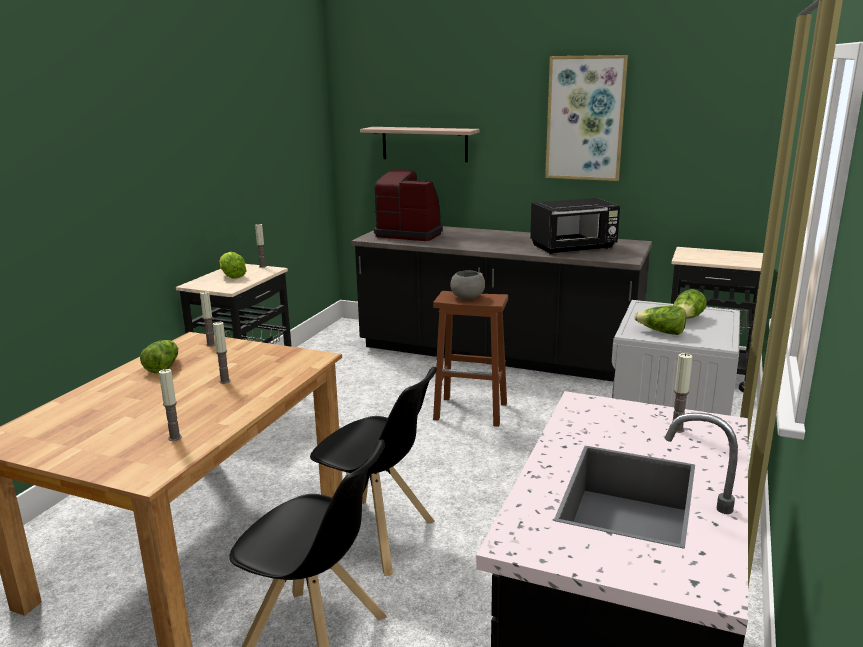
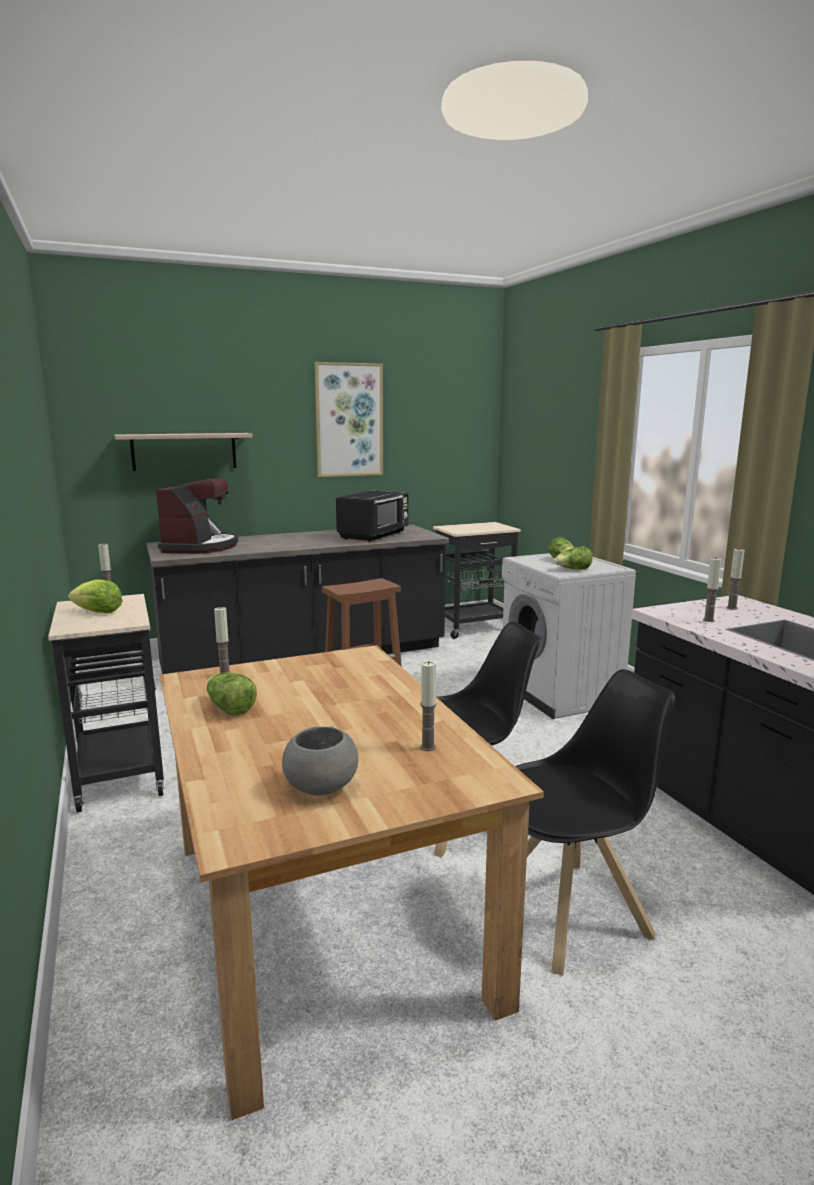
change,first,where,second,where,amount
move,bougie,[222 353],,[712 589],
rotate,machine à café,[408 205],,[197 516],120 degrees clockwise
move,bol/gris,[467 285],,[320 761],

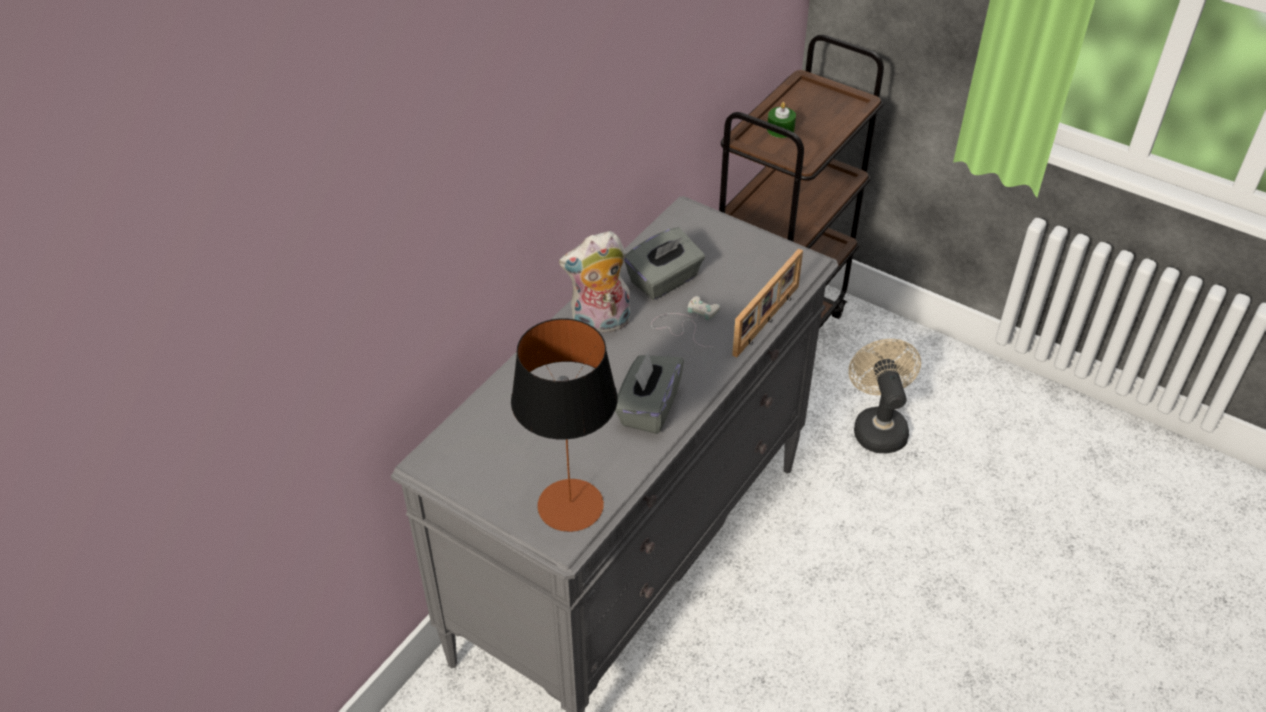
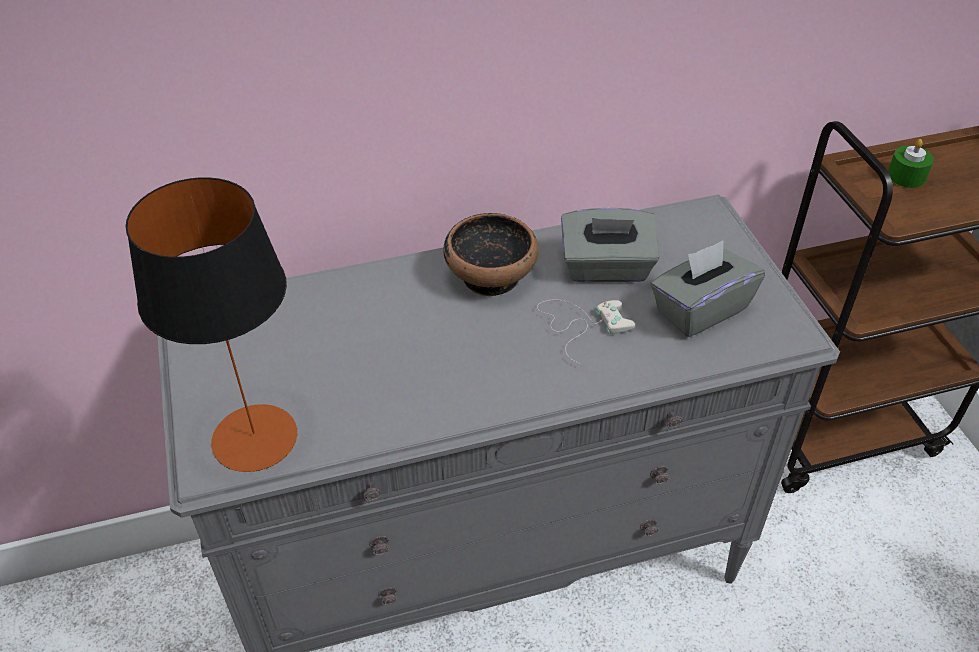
change,first,where,second,where,amount
replace,peluche,[594 281],bol,[491 254],
move,boîte à mouchoirs/gris,[649 393],,[708 289],
delete,cadre photo,[767 303],,,
delete,ventilateur/beige,[885 396],,,

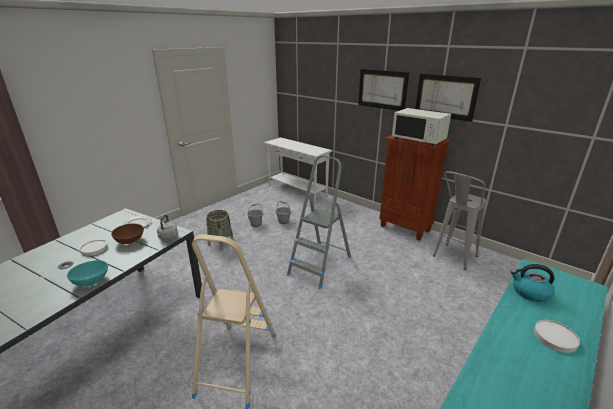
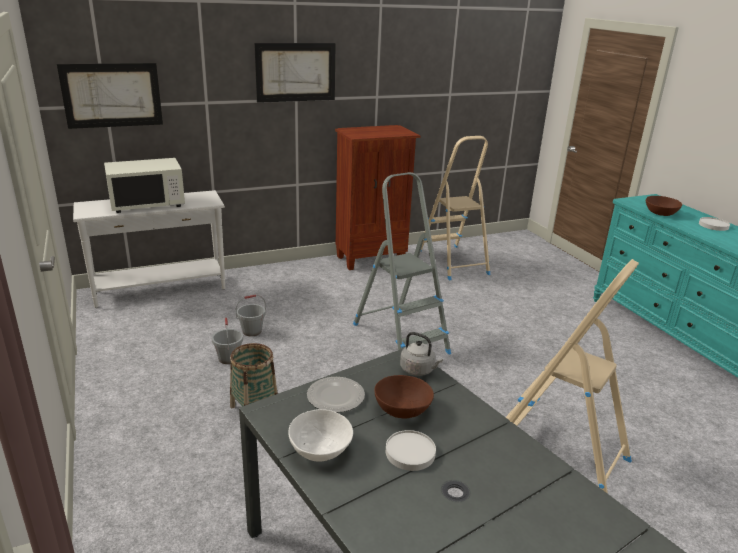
change,first,where,second,where,amount
delete,bol/turquoise,[87 273],,,
move,micro-ondes/blanc,[421 127],,[144 185],
move,tableau,[448 98],,[110 96],
replace,tabouret/gris,[459 220],escabeau/beige,[455 208],
replace,bouilloire,[532 283],bol/marron,[664 206],
insert,,,bol/blanc,[320 435],

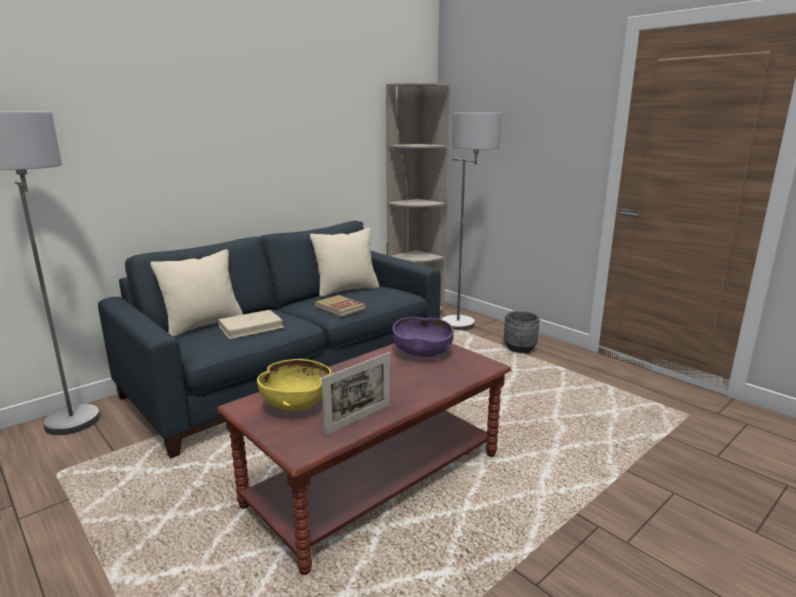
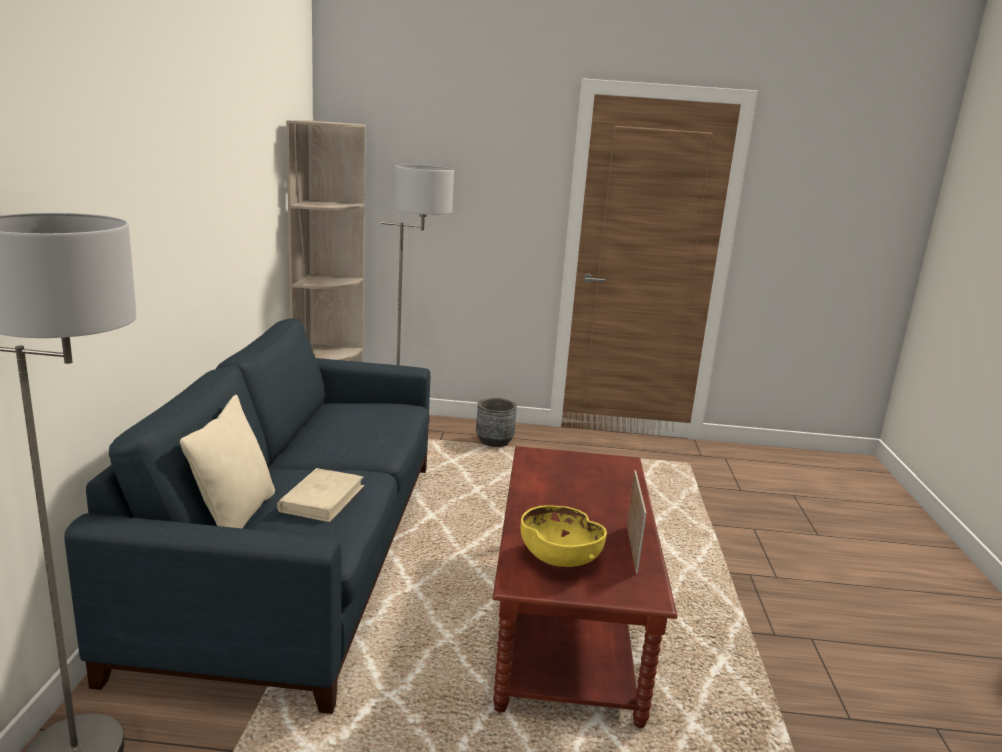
change,first,where,second,where,amount
delete,coussin/beige,[344 262],,,
delete,livre,[340 306],,,
delete,bol/violet,[423 337],,,

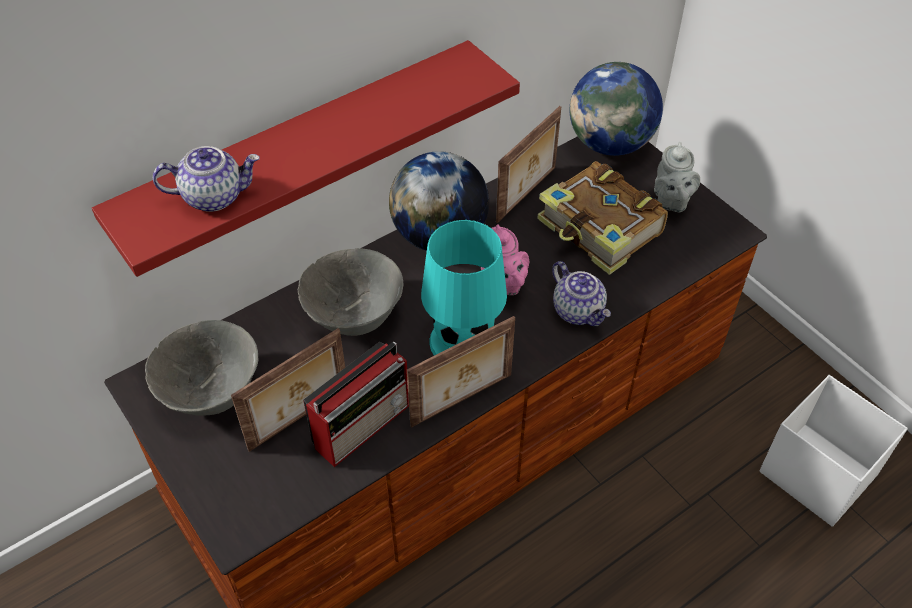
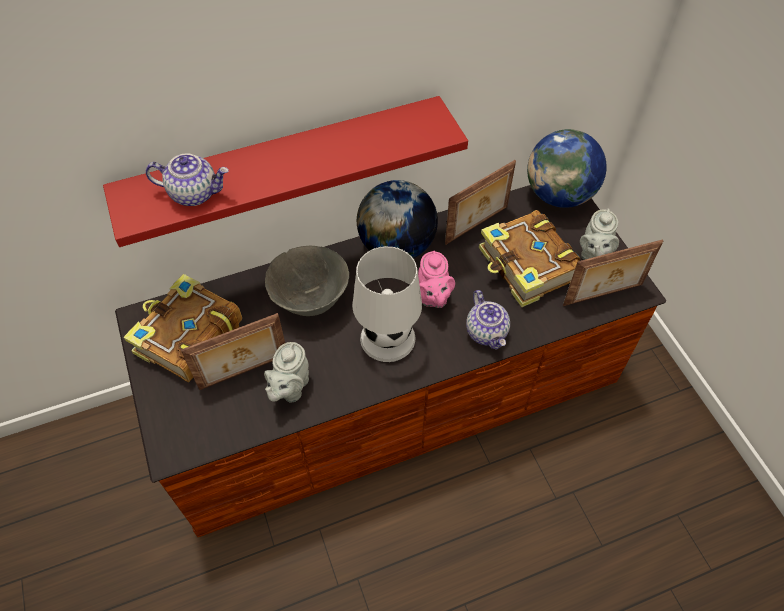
change,first,where,second,where,amount
replace,bol/gris,[201 368],livre,[183 328],
replace,radio,[356 404],théière/gris,[286 372],
move,cadre photo,[461 371],,[613 272],
recolor,lampe de table/turquoise,[464 288],lampe de table/blanc,[387 304],
delete,boîte de rangement/blanc,[834 450],,,

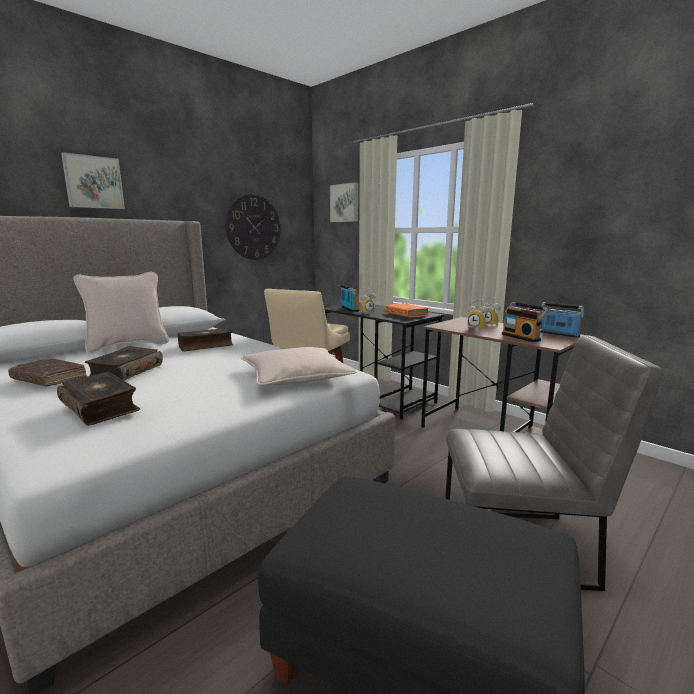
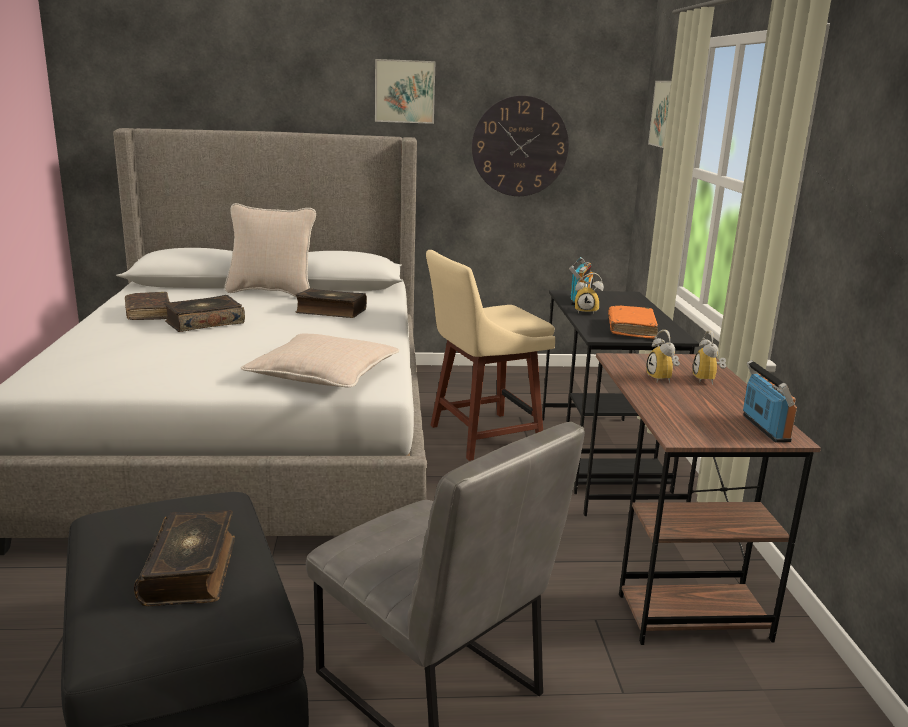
change,first,where,second,where,amount
move,livre,[98 399],,[184 558],
move,tableau,[93 180],,[405 91],
delete,radio,[525 322],,,

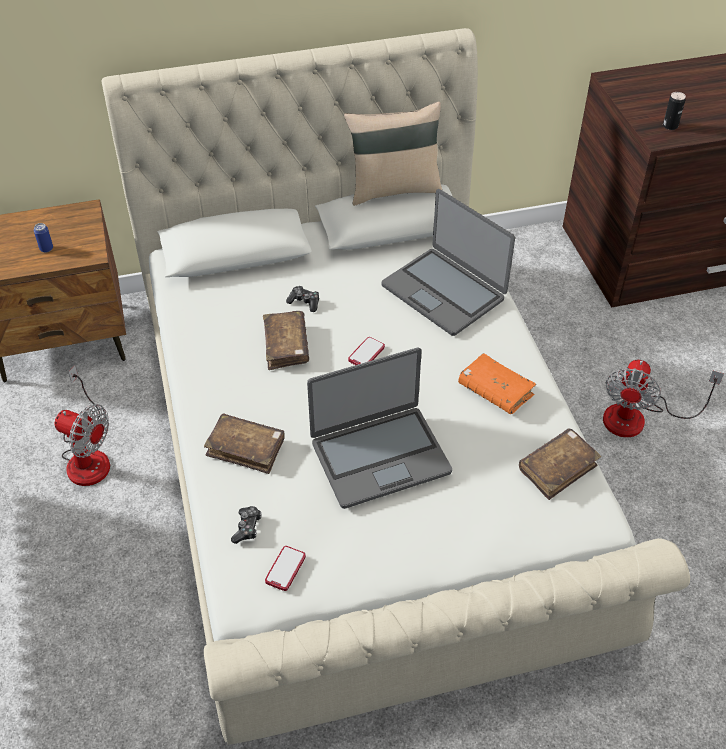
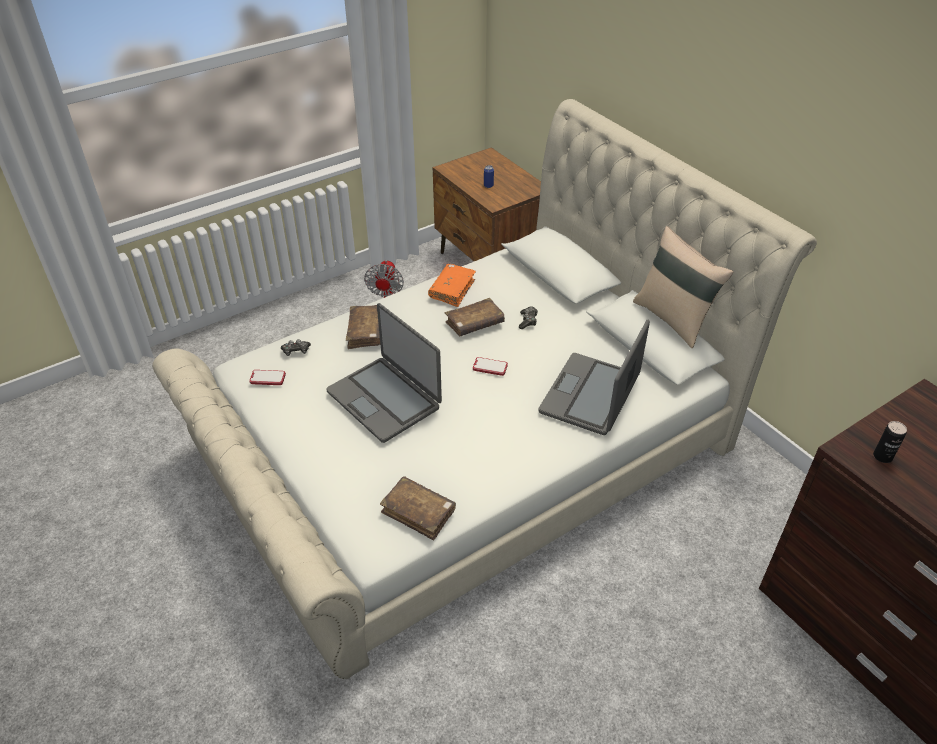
change,first,where,second,where,amount
move,livre/orange,[497 383],,[452 285],
delete,ventilateur,[663 398],,,

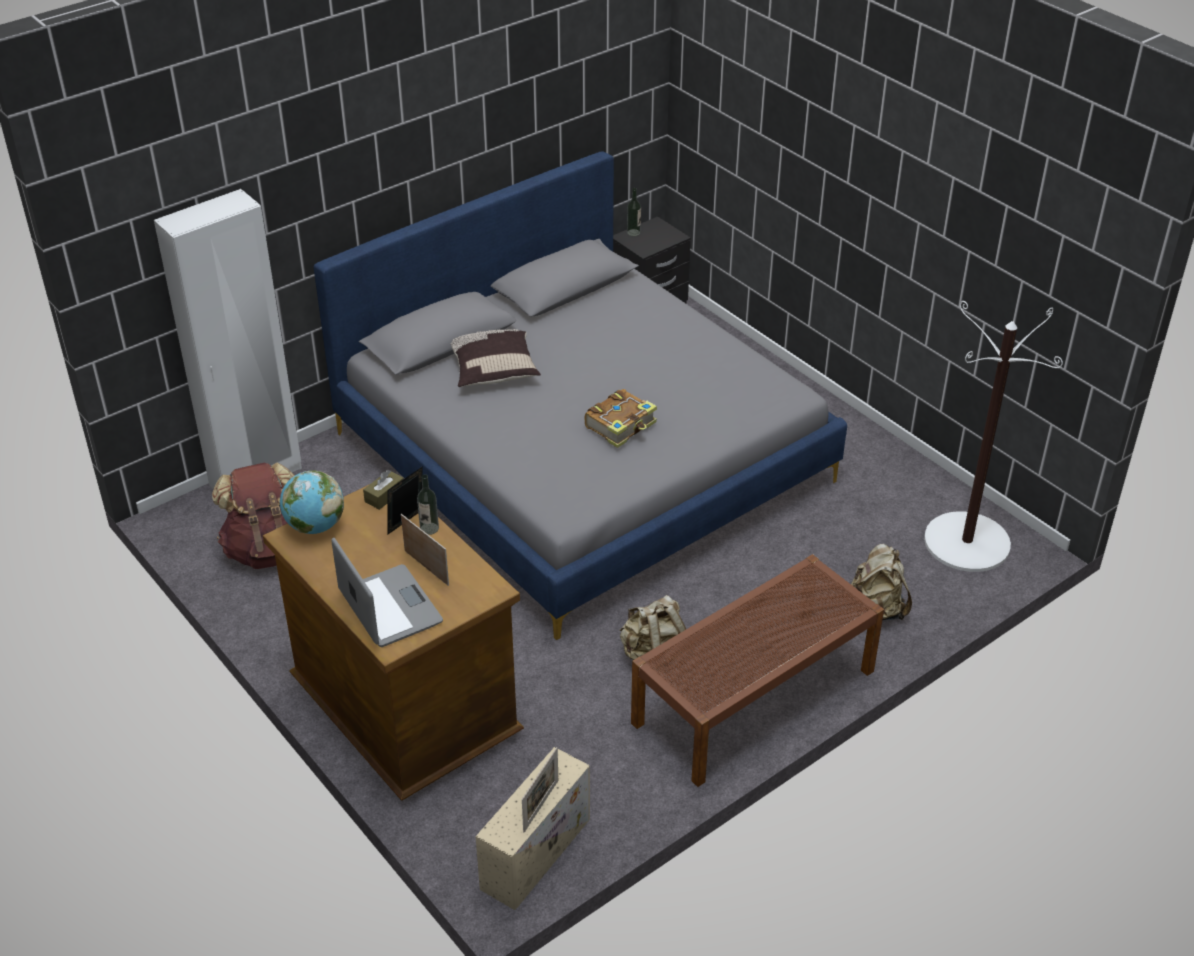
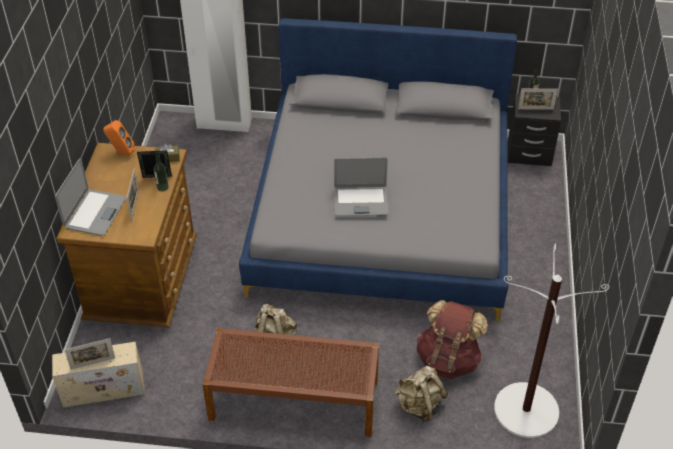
change,first,where,second,where,amount
move,sac à dos/marron,[253 515],,[452 339],
replace,globe,[312 502],enceinte/orange,[119 137],
delete,coussin,[496 358],,,
replace,livre,[621 418],ordinateur portable,[361 186],
insert,,,cadre photo,[538 99],

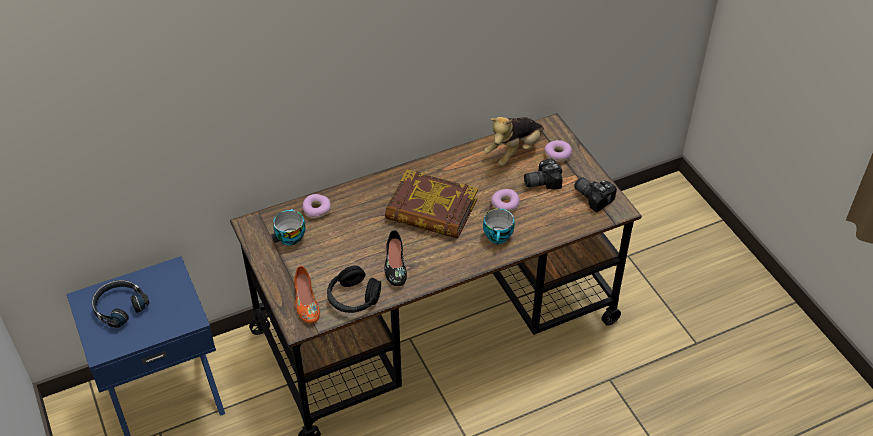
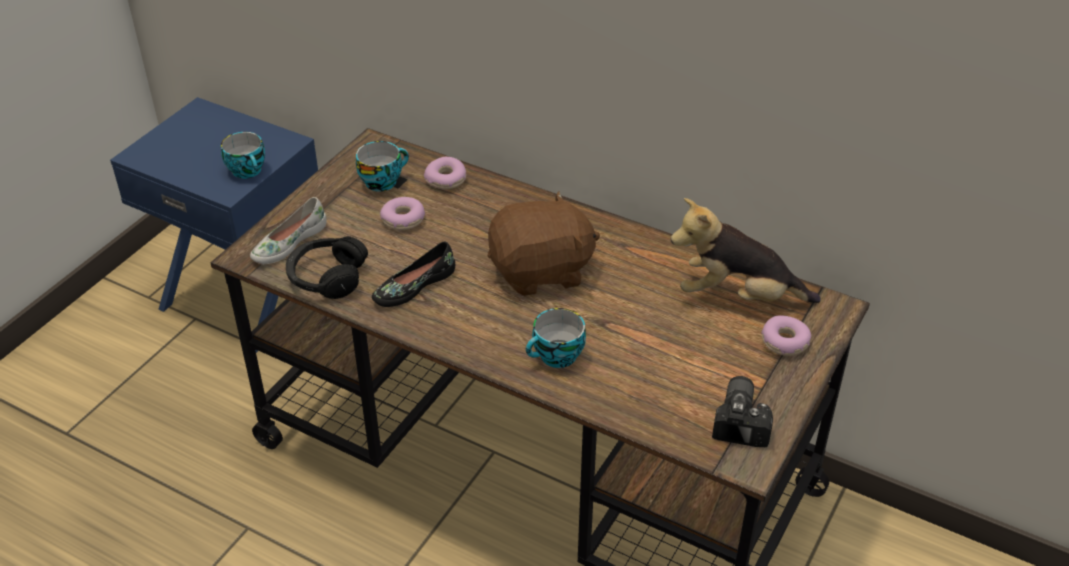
change,first,where,second,where,amount
delete,casque audio/noir,[121 304],,,
recolor,chaussure/orange,[307 294],chaussure/blanc,[288 230],
replace,livre,[431 204],peluche/marron,[544 243],
move,beignet,[505 200],,[402 213],
delete,appareil photo,[543 174],,,
insert,,,tasse,[243 155],

